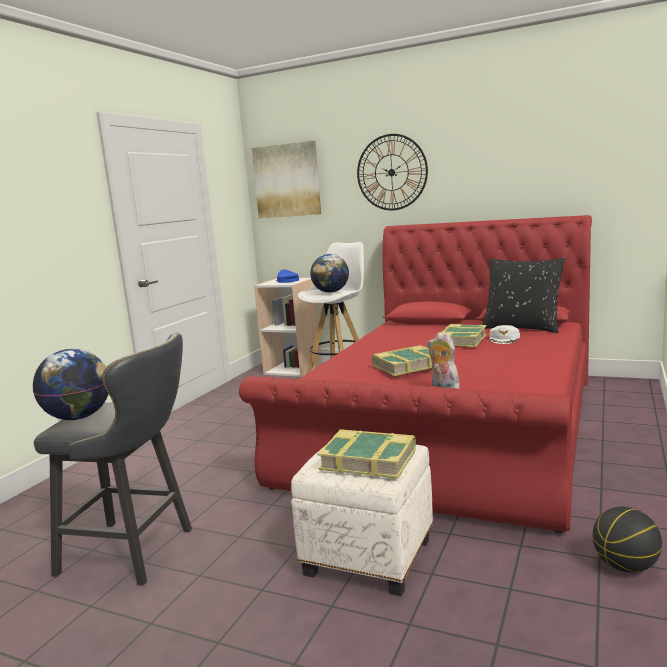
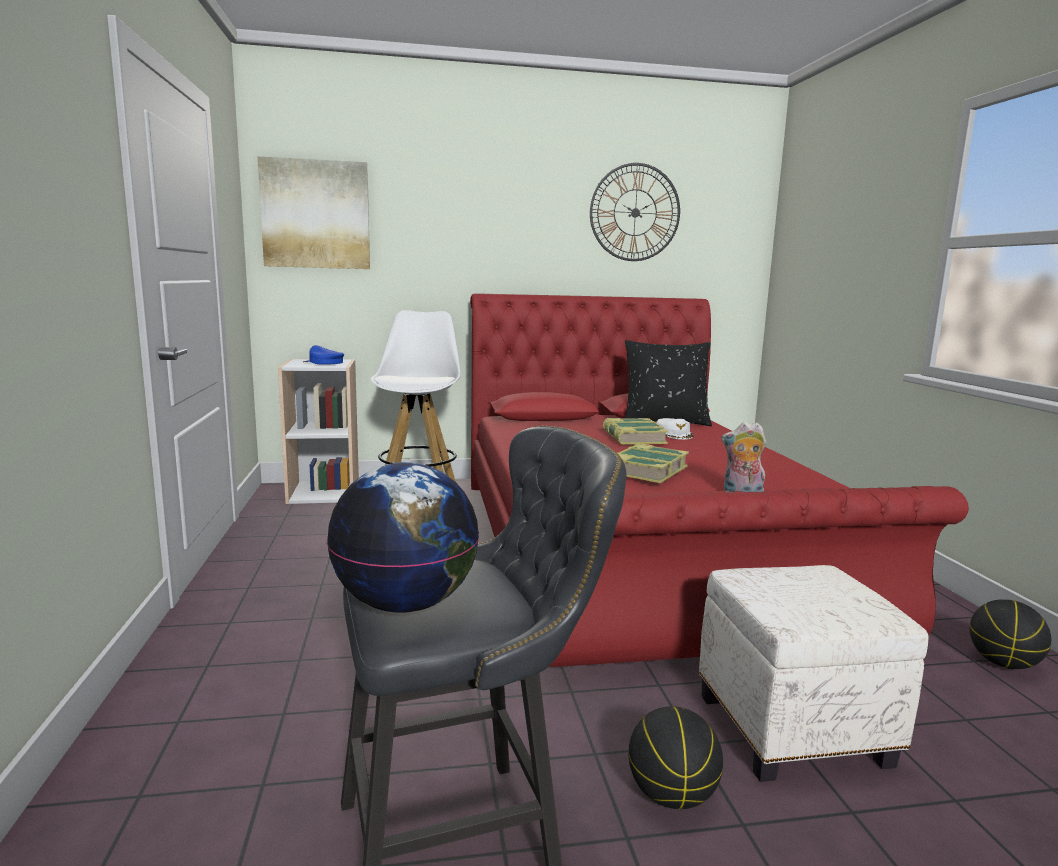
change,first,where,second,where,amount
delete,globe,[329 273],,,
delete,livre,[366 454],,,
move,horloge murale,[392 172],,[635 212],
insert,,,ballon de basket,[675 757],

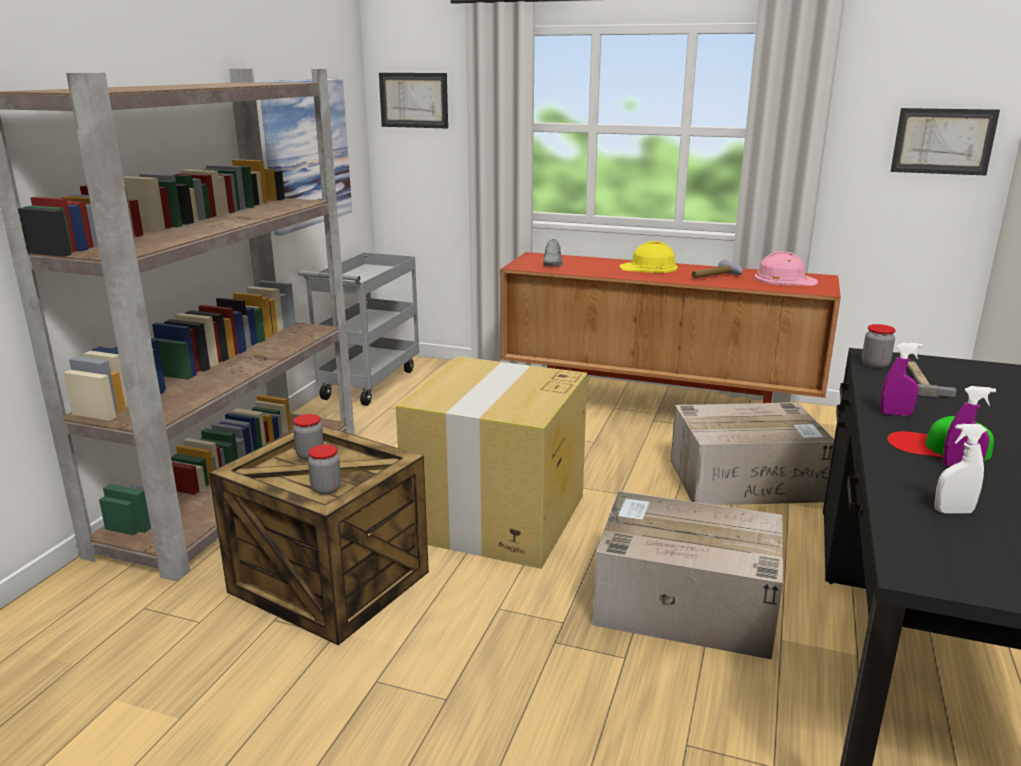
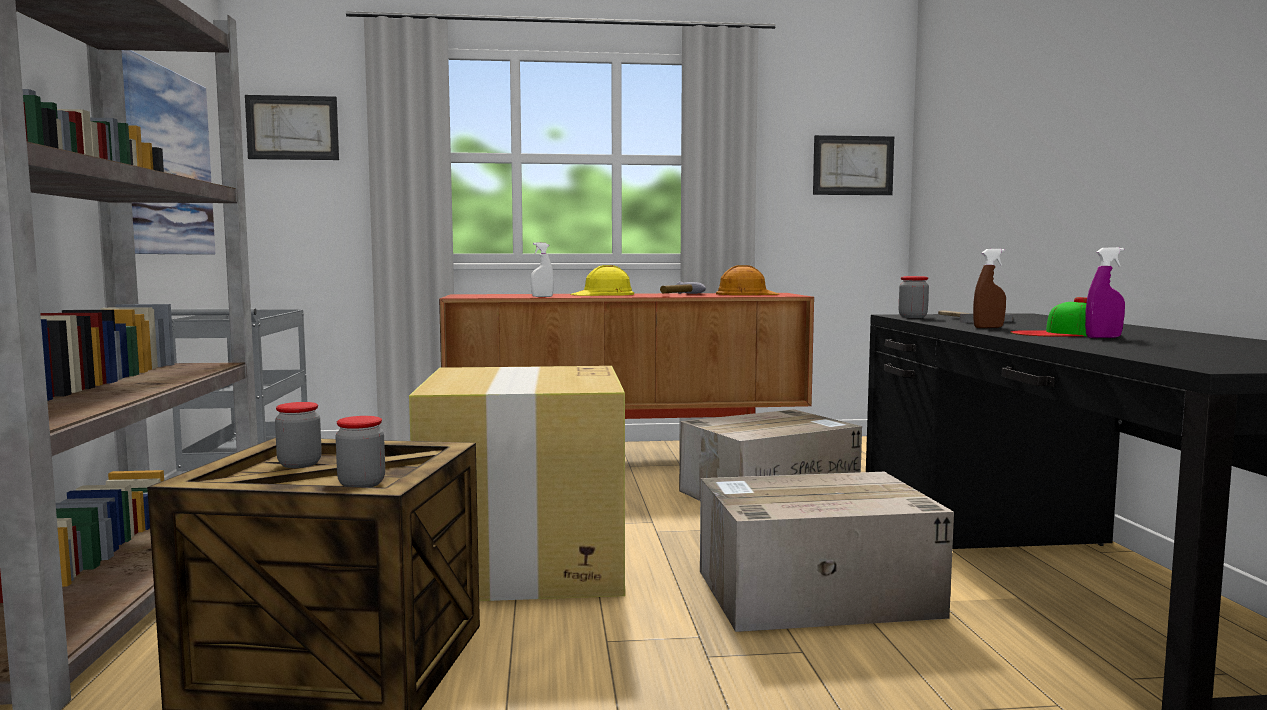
change,first,where,second,where,amount
delete,chaussure/gris,[553 252],,,
recolor,casque de chantier/rose,[786 268],casque de chantier/orange,[748 280],
recolor,vaporisateur/violet,[901 379],vaporisateur/marron,[989 288],
move,vaporisateur/blanc,[961 469],,[542 269],

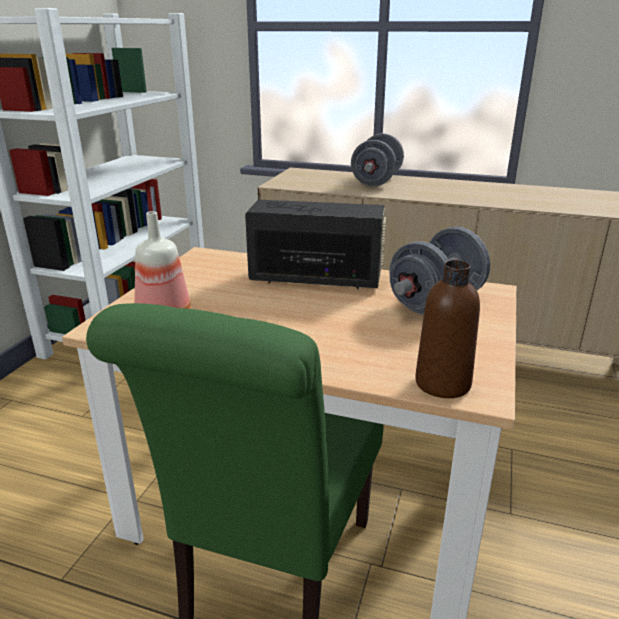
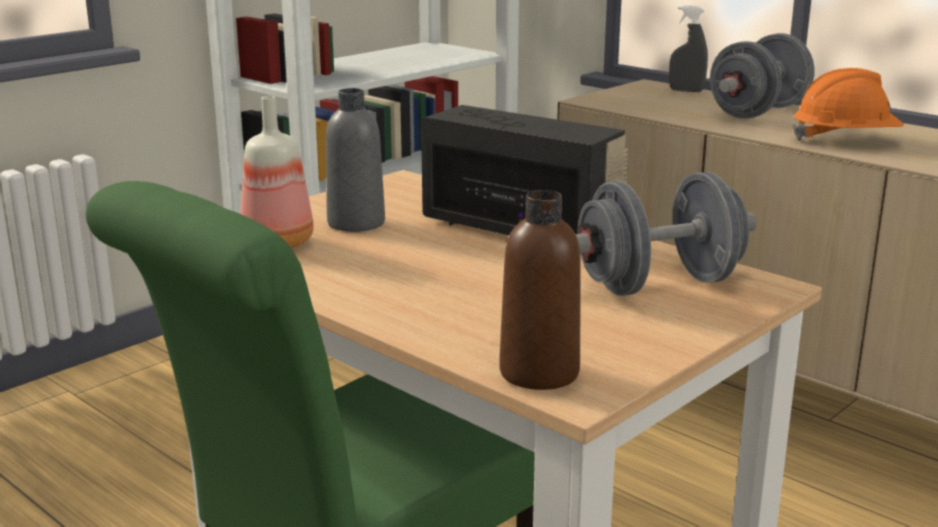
change,first,where,second,where,amount
insert,,,bouteille/gris,[355 160],
insert,,,vaporisateur/gris,[688 48],
insert,,,casque de chantier/orange,[848 104],

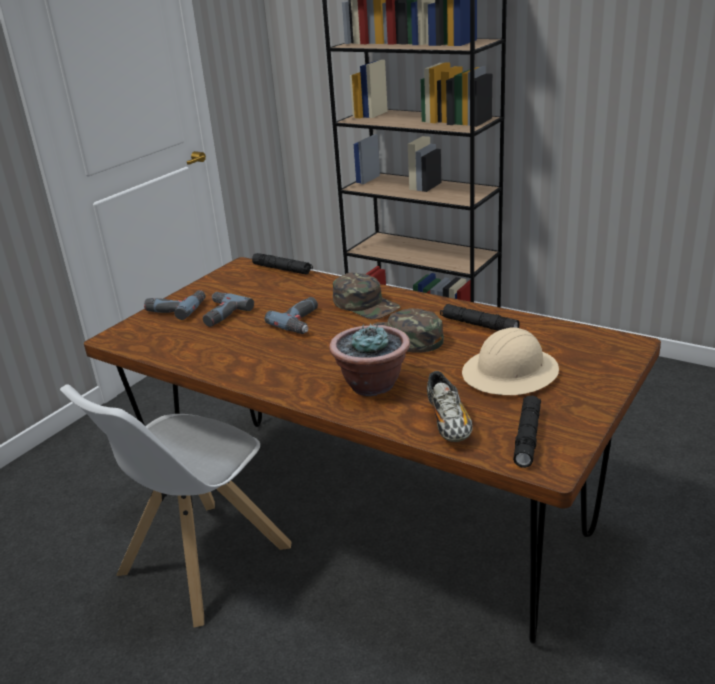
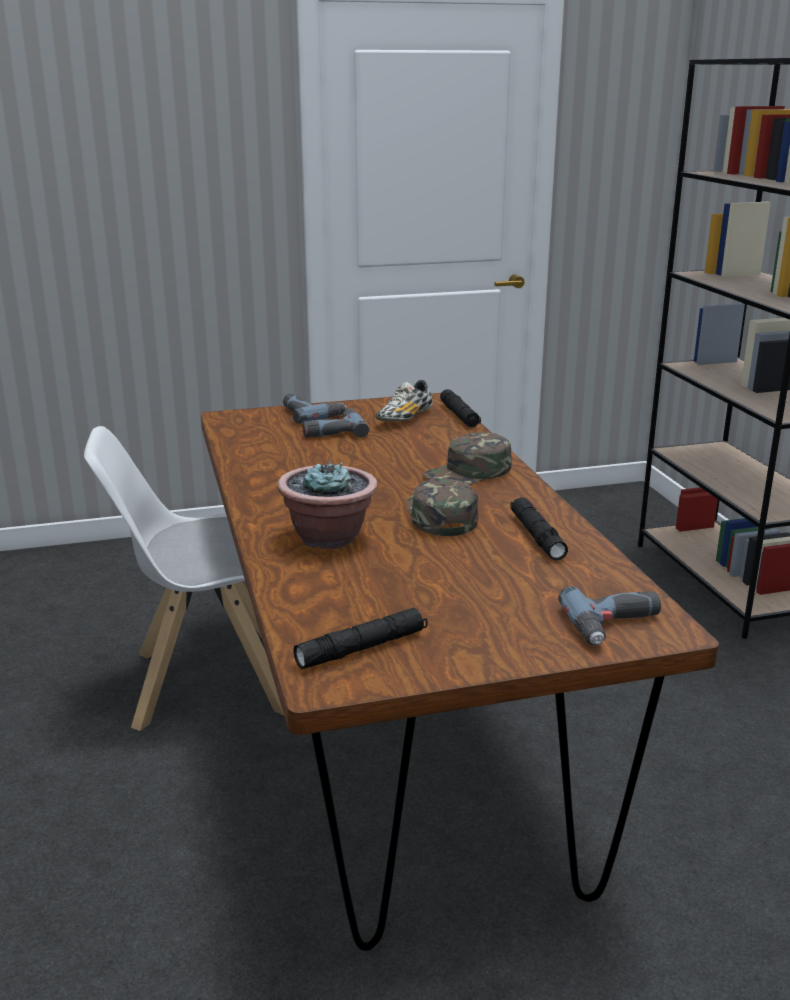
change,first,where,second,where,amount
move,perceuse,[291 315],,[609 615],
rotate,casquette/vert,[367 296],,[467 458],60 degrees clockwise
move,chaussure,[450 406],,[404 400],
delete,casque de chantier/beige,[510 361],,,

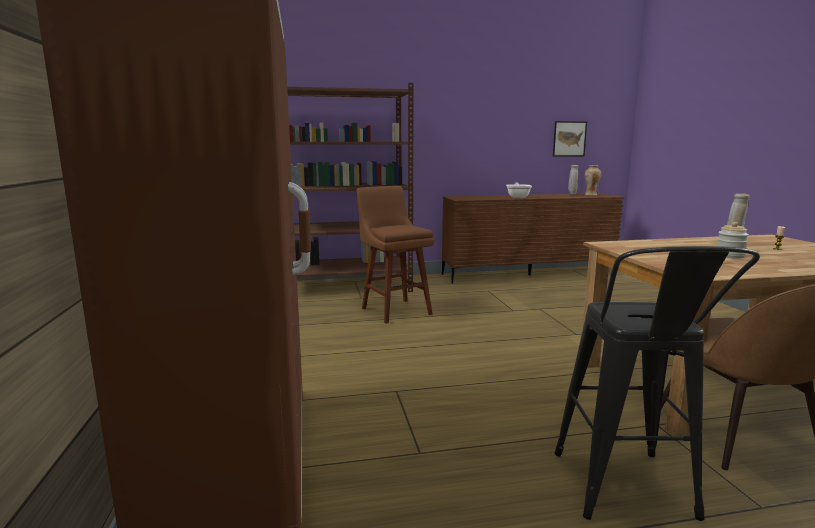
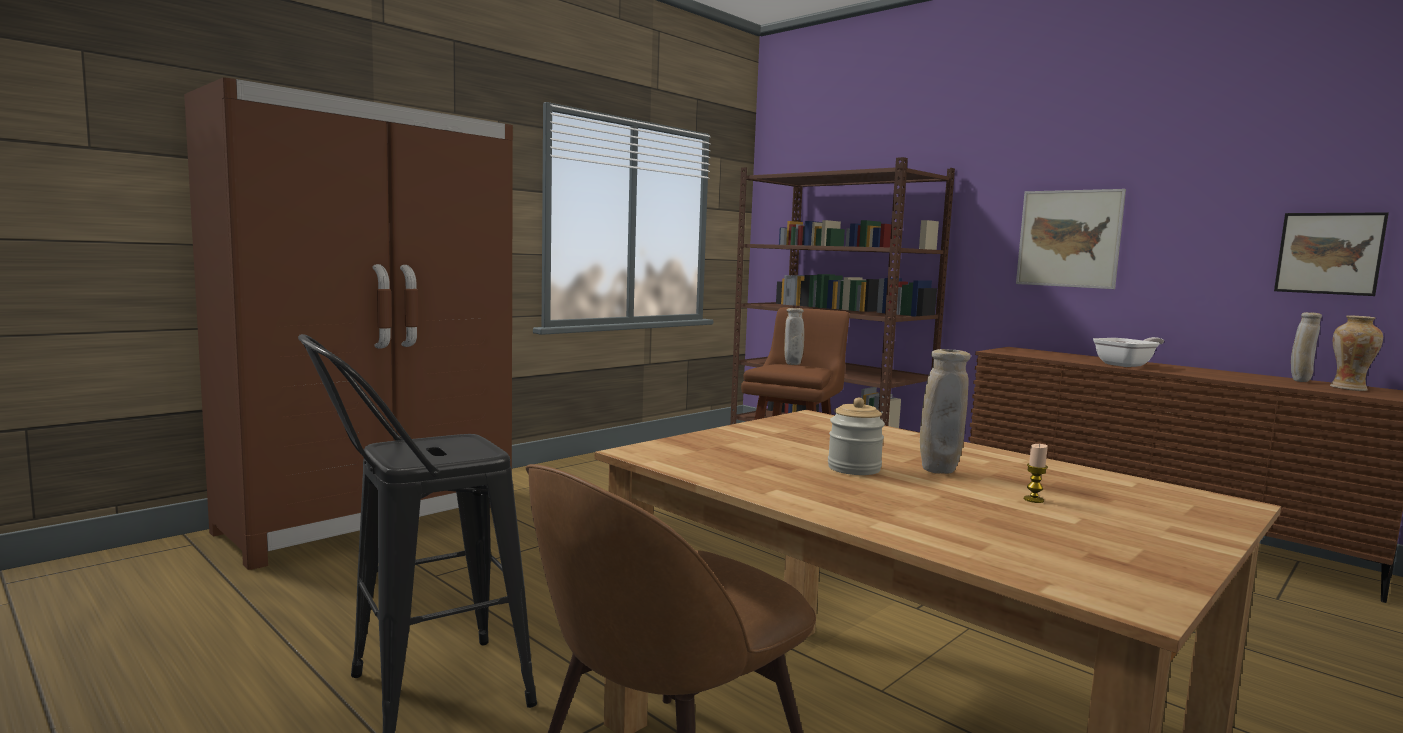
change,first,where,second,where,amount
insert,,,vase/beige,[794 336],
insert,,,tableau,[1071 239],

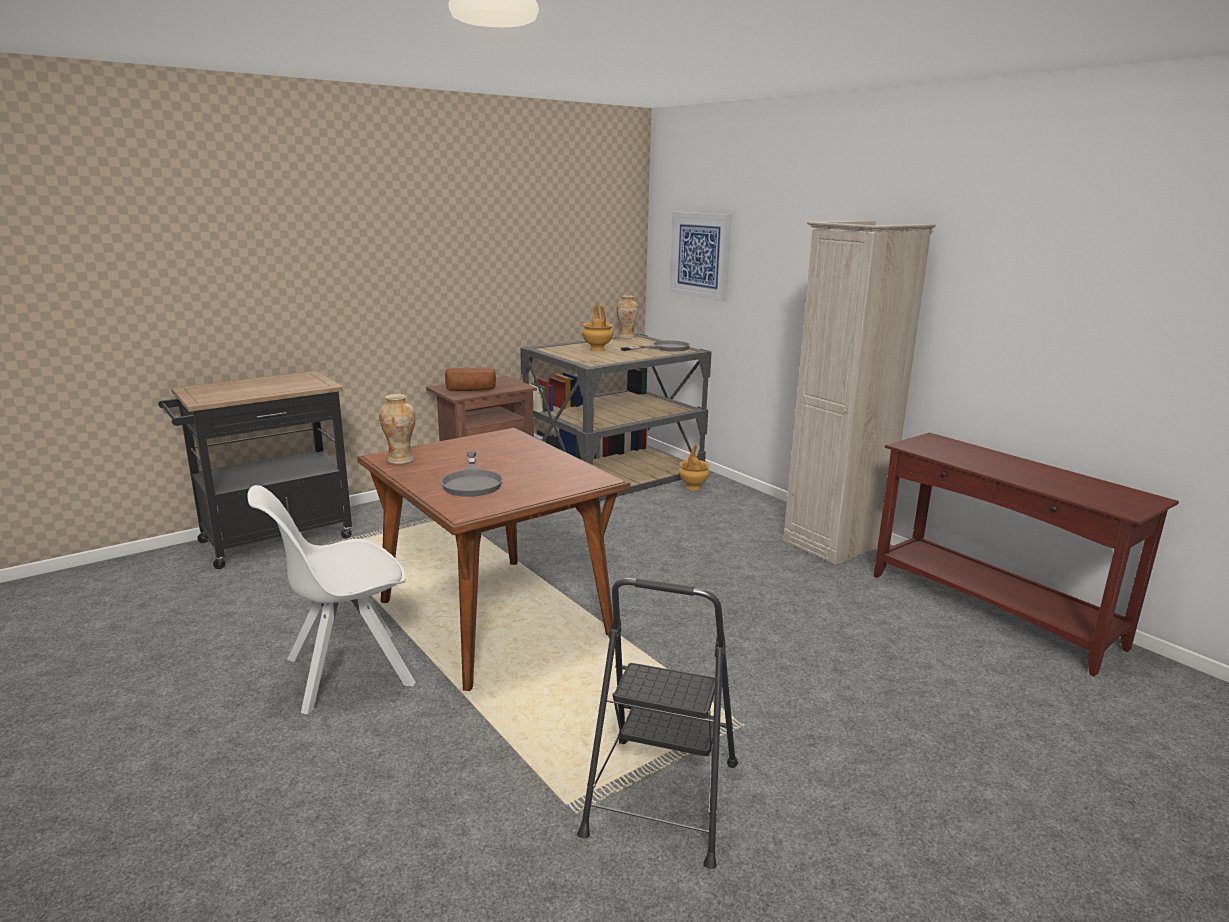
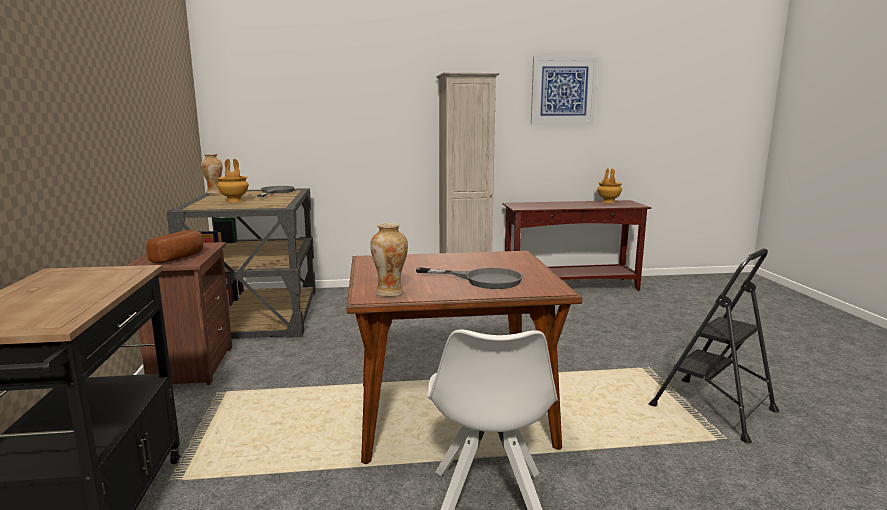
change,first,where,second,where,amount
move,tableau,[700 257],,[564 90],
move,vase/marron,[694 468],,[609 185],

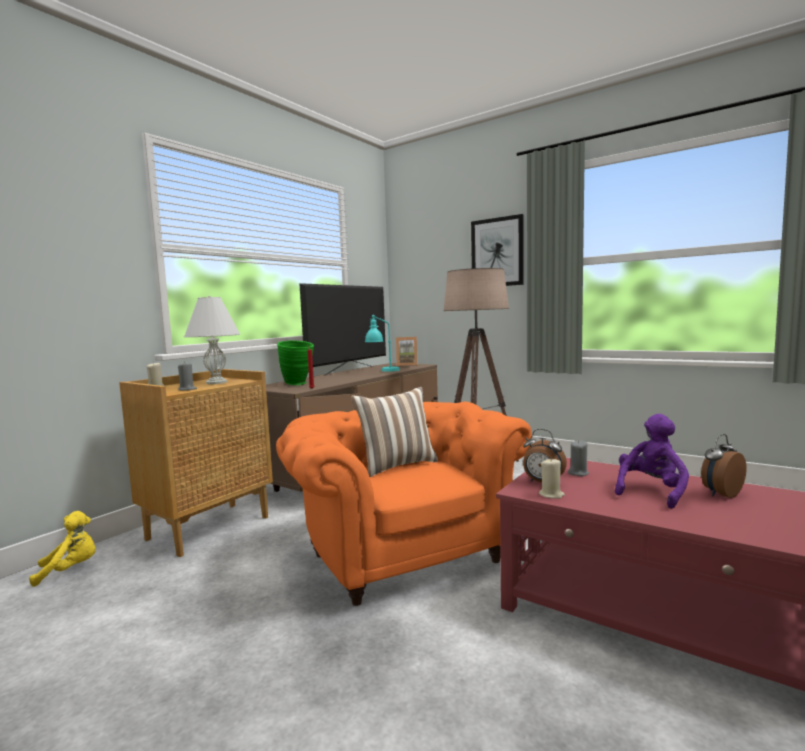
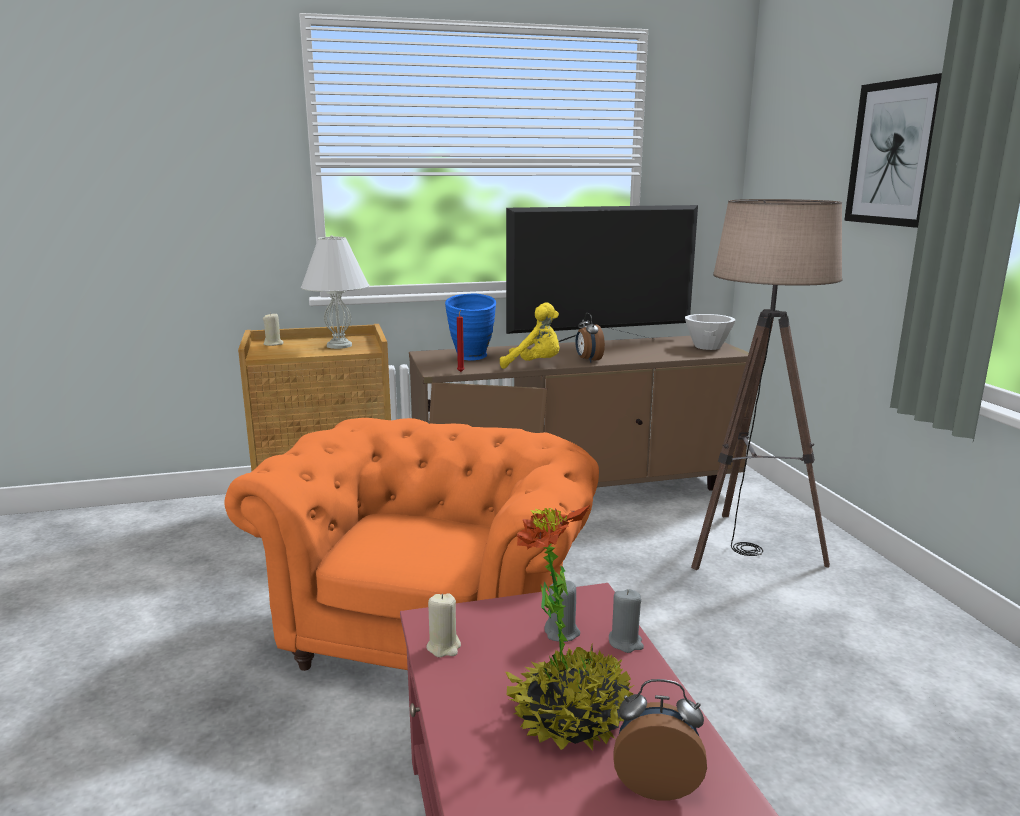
change,first,where,second,where,amount
move,peluche/jaune,[62 549],,[530 335],
move,bougie/gris,[187 376],,[626 621],
recolor,vase/vert,[295 362],vase/bleu,[470 327],
delete,coussin,[394 432],,,
delete,lampe de table/turquoise,[382 343],,,
replace,cadre photo,[407 351],bol/blanc,[710 332],
move,réveil,[545 455],,[590 338],
replace,peluche/violet,[652 461],plante en pot,[570 628],

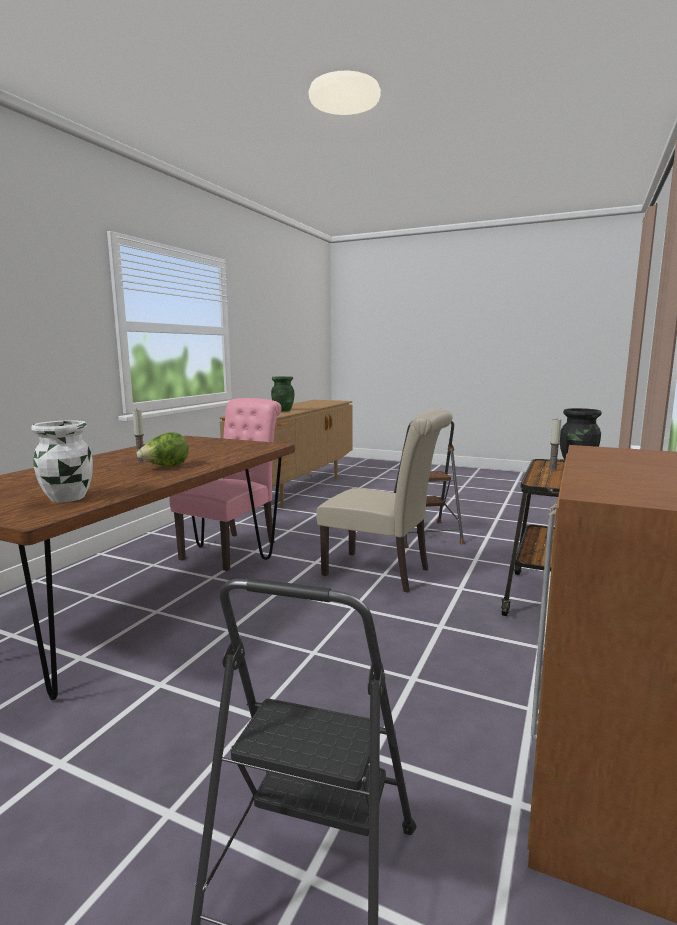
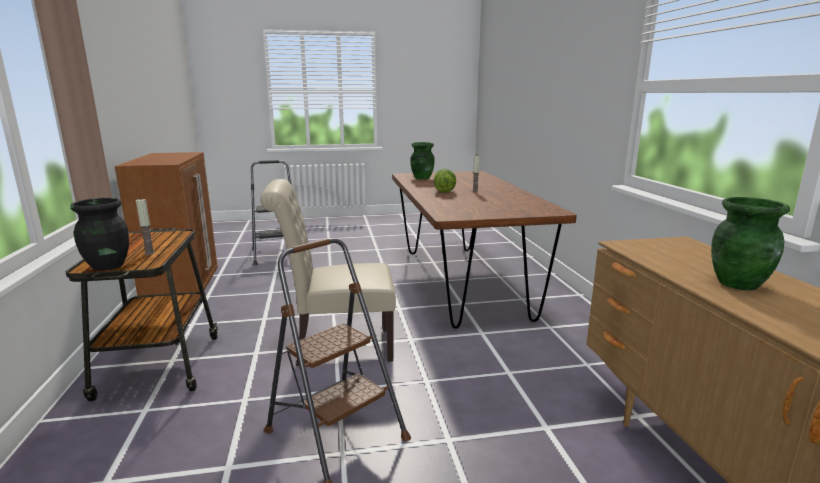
change,first,where,second,where,amount
recolor,vase/blanc,[62 461],vase/vert,[422 161],
delete,chaise/rose,[225 484],,,

